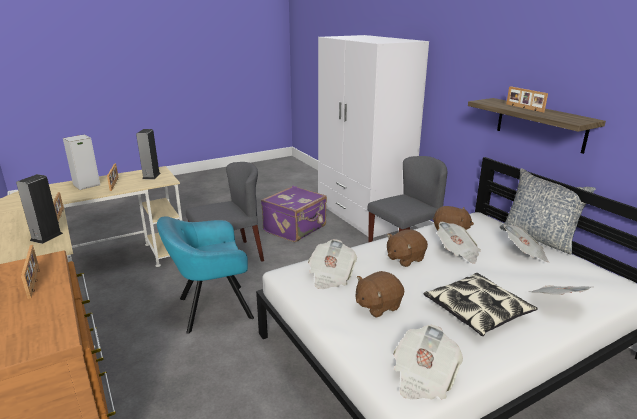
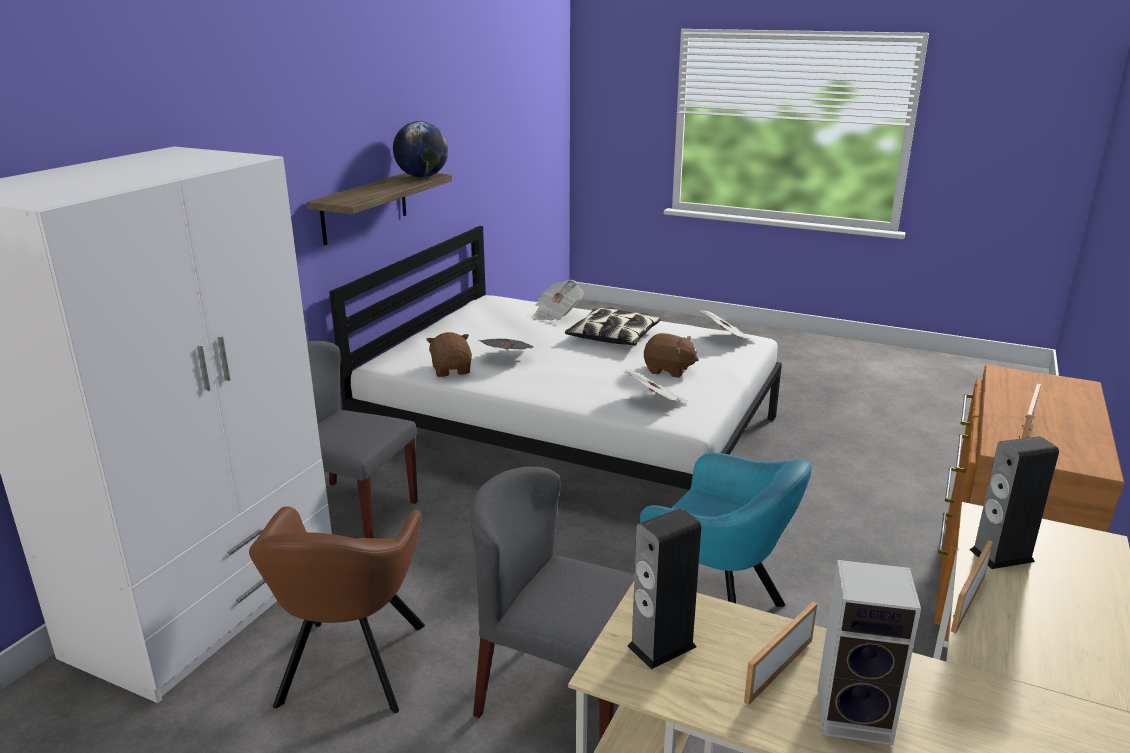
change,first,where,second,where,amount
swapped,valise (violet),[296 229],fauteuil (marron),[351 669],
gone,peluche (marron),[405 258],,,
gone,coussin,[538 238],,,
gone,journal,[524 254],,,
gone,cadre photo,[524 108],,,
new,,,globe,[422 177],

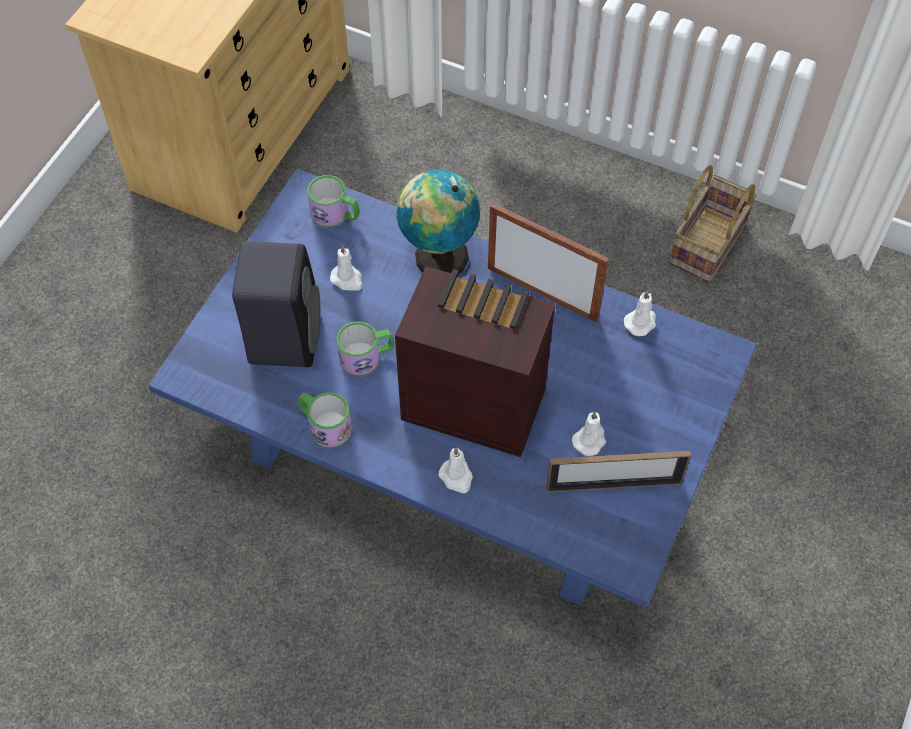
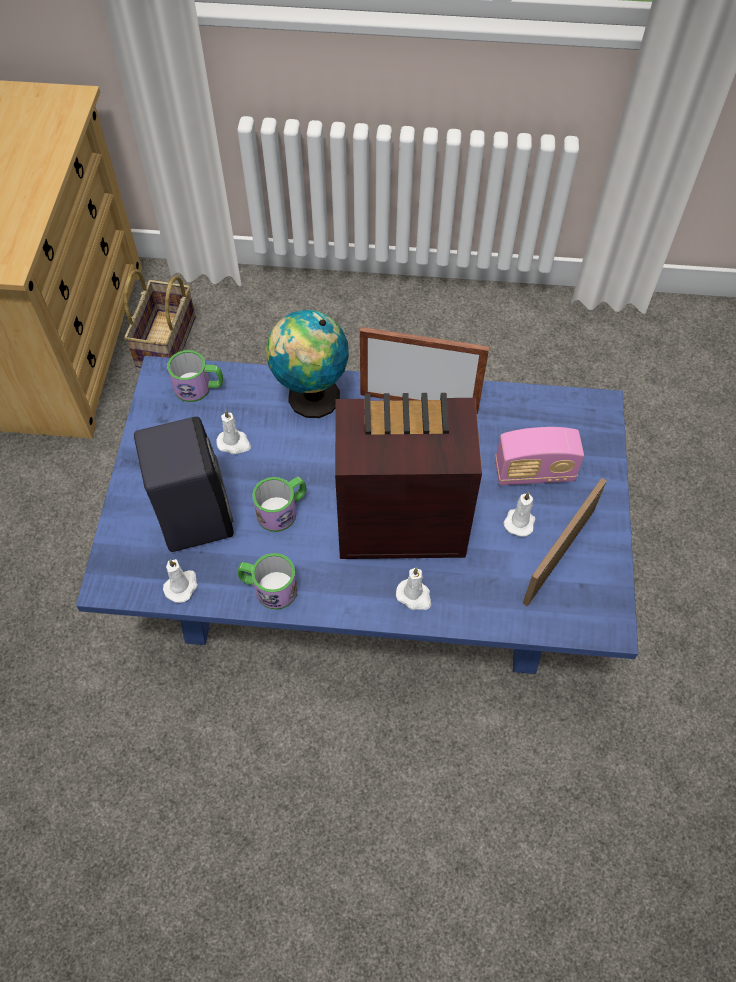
change,first,where,second,where,amount
rotated,cadre photo,[613 485],,[559 556],150 degrees clockwise
shifted,bougie (blanc),[641 322],,[182 586],
shifted,panier,[708 246],,[167 343],
new,,,radio,[534 472],

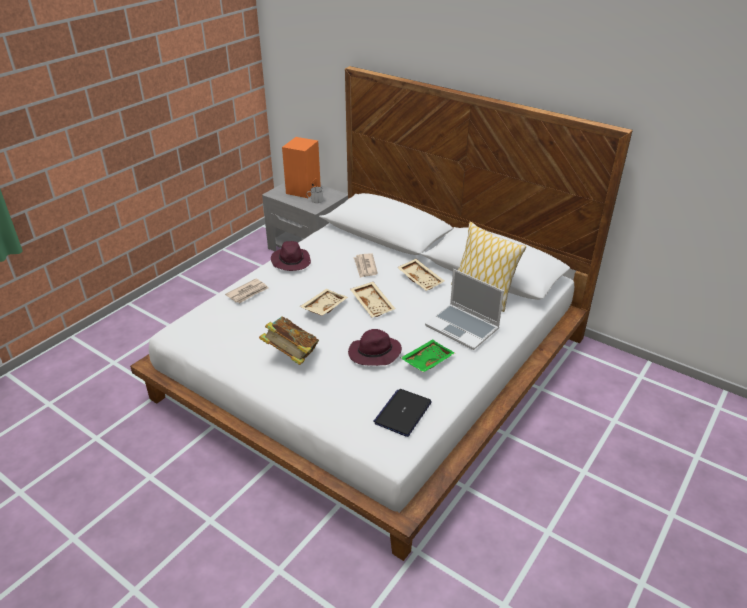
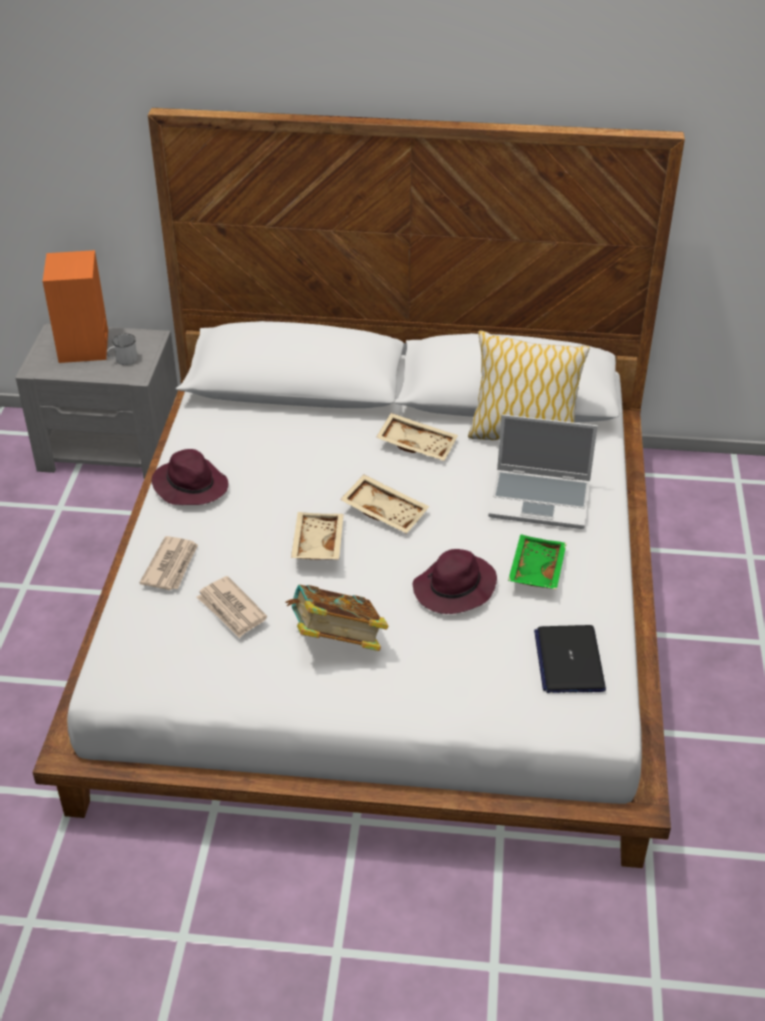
change,first,where,second,where,amount
shifted,journal,[365 267],,[231 609],

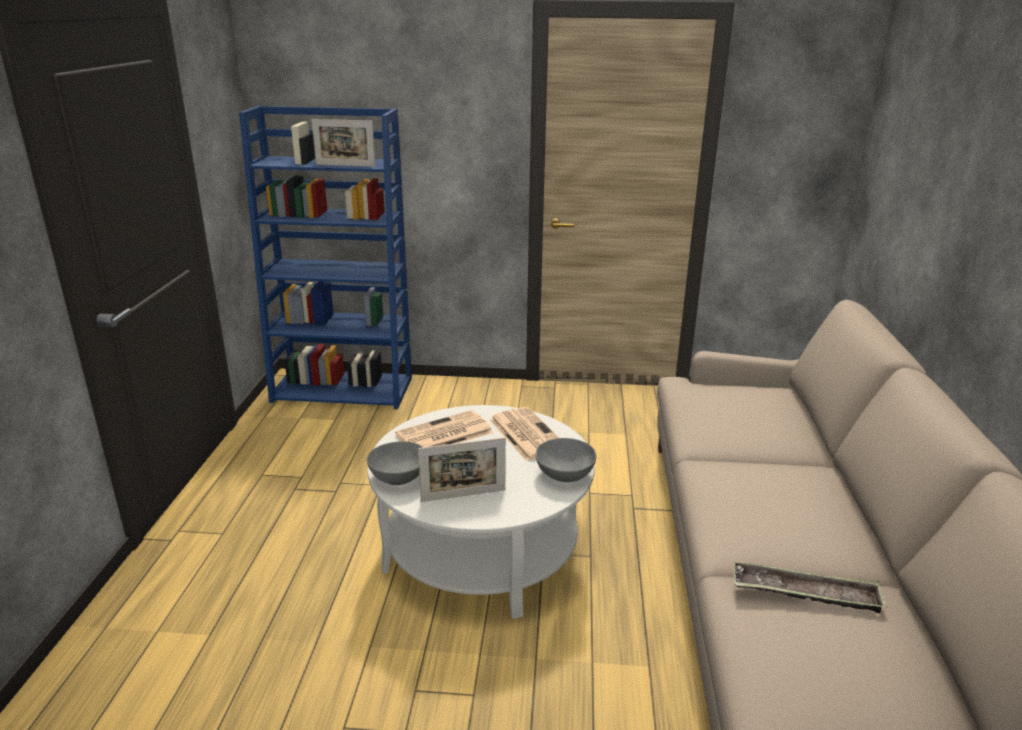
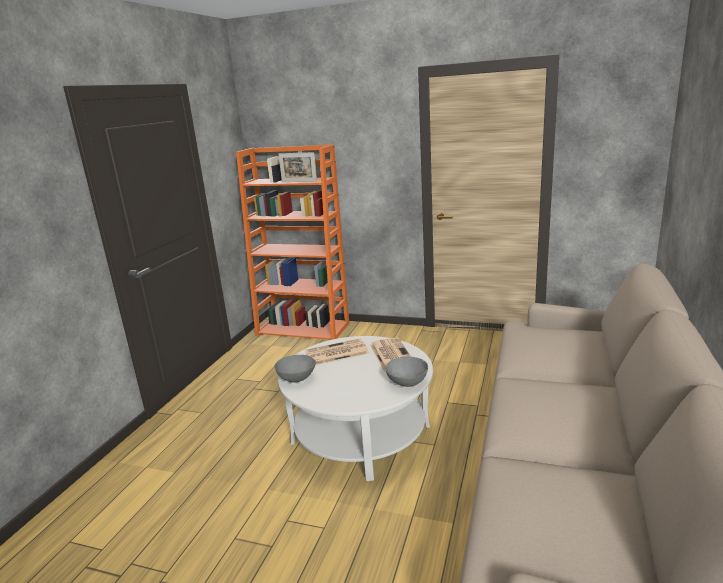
change,first,where,second,where,amount
repainted,bibliothèque (bleu),[344 389],bibliothèque (orange),[304 329],
gone,cadre photo,[463 495],,,
gone,plateau,[805 593],,,

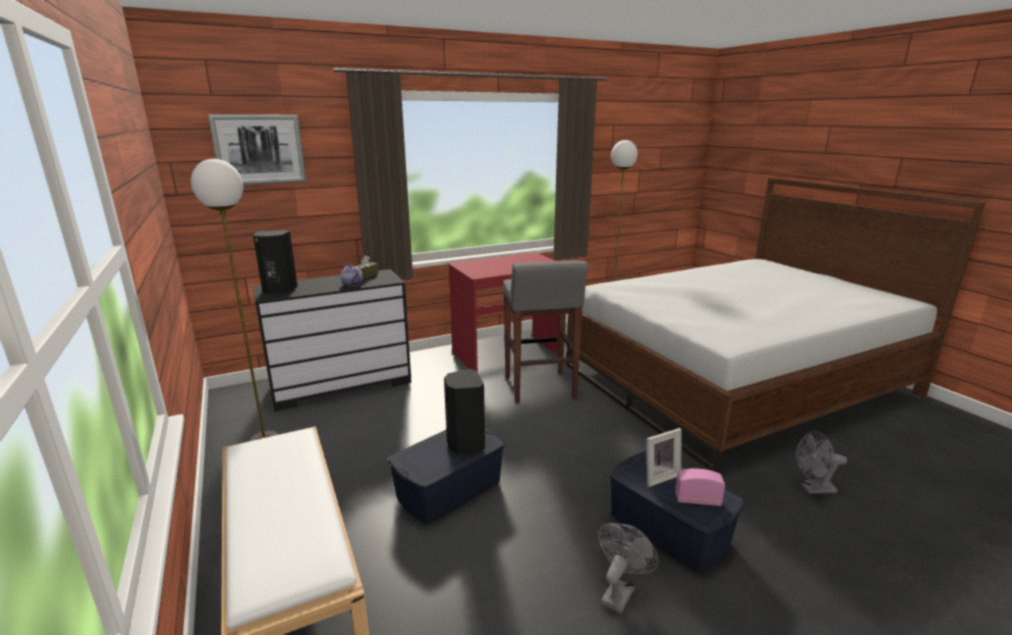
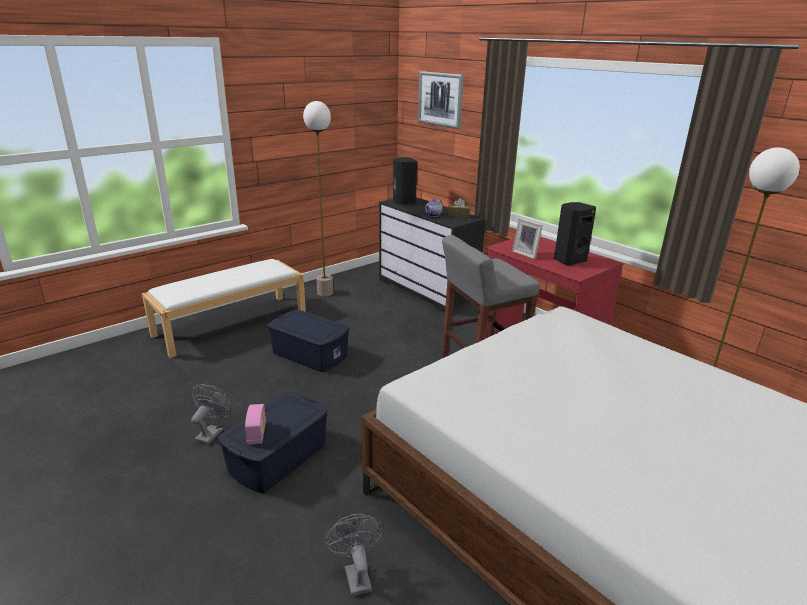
change,first,where,second,where,amount
shifted,enceinte (noir),[465 444],,[569 260],
rotated,ventilateur (gris),[620 591],,[212 432],90 degrees counterclockwise
shifted,cadre photo,[659 476],,[526 254],

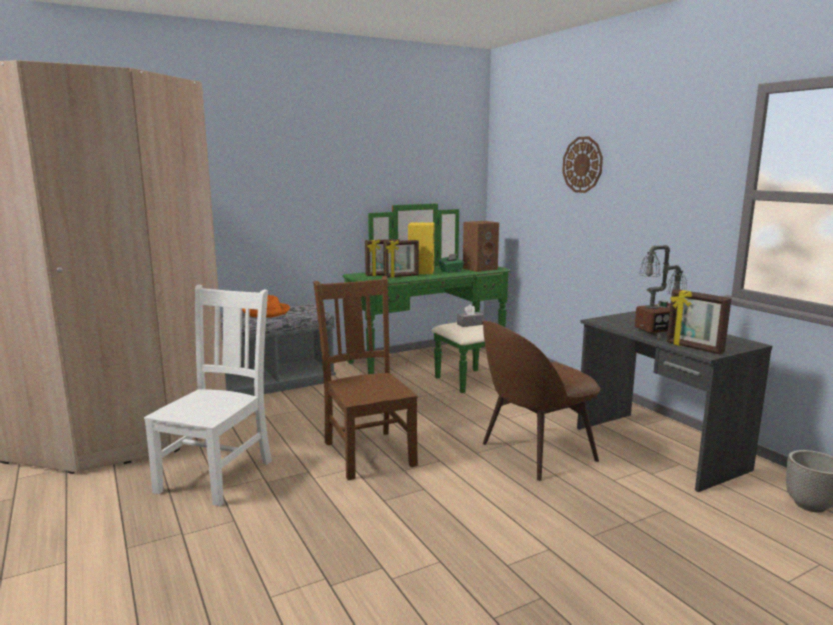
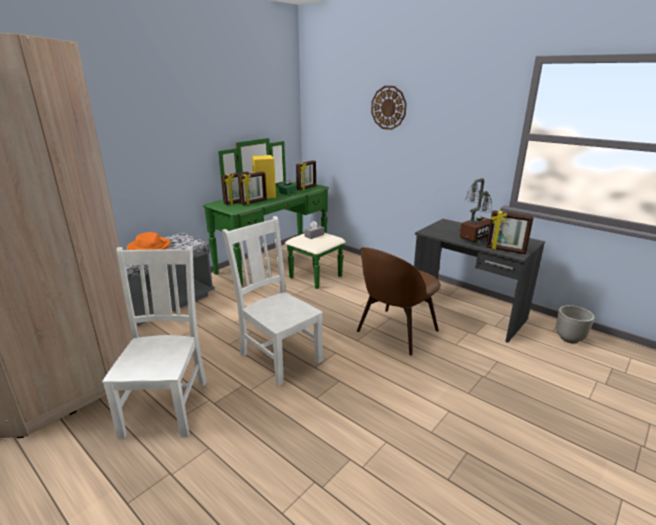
change,first,where,second,where,amount
repainted,chaise (marron),[368 452],chaise (blanc),[279 356],
swapped,enceinte (marron),[480 268],cadre photo,[307 188],

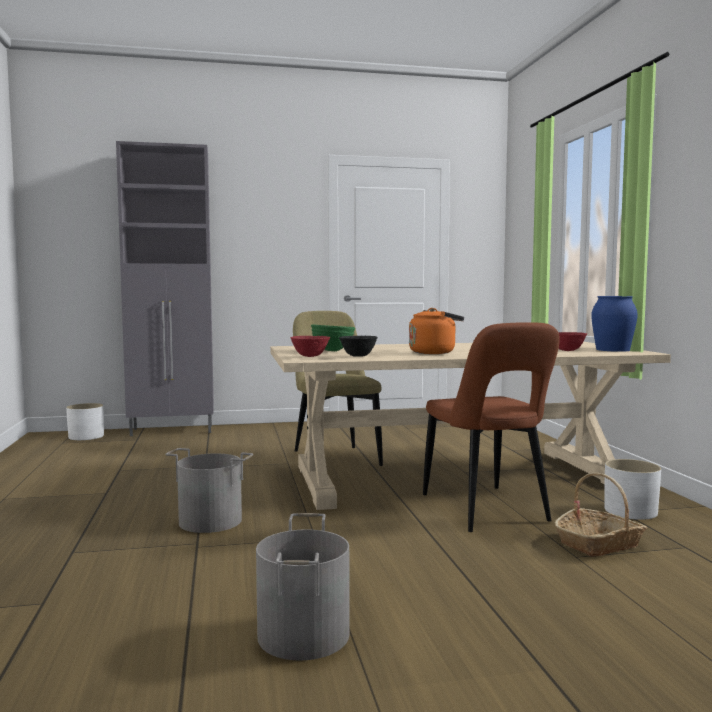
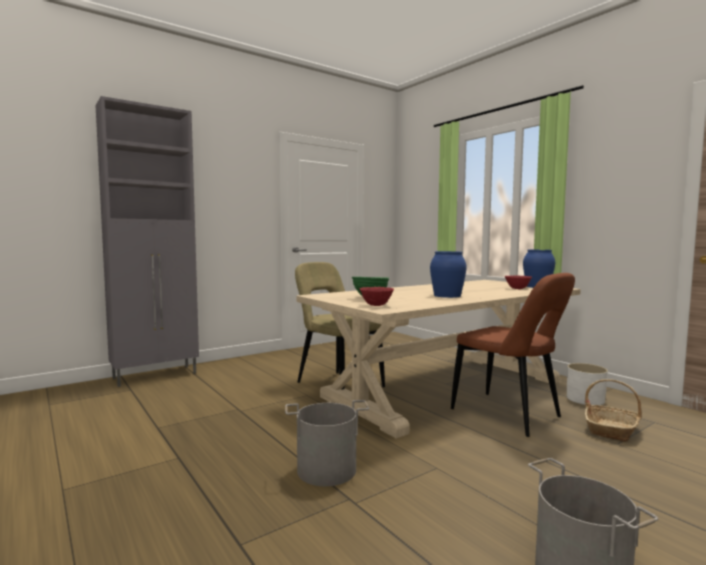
change,first,where,second,where,amount
gone,cache-pot (blanc),[86 436],,,
gone,bol (noir),[357 356],,,
swapped,bouilloire (orange),[434 352],vase (bleu),[447 295],

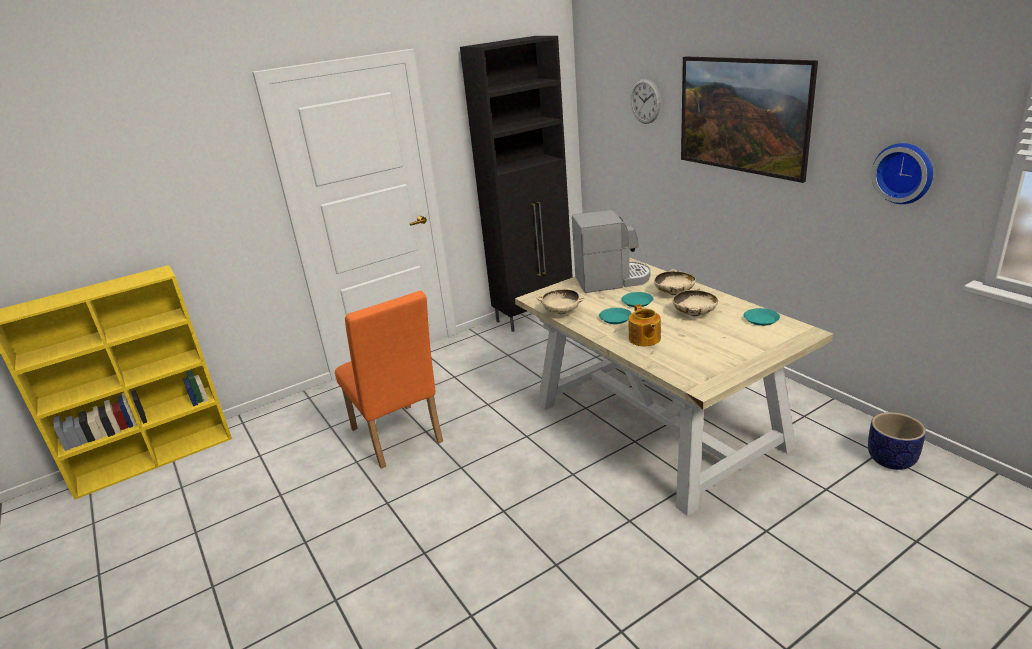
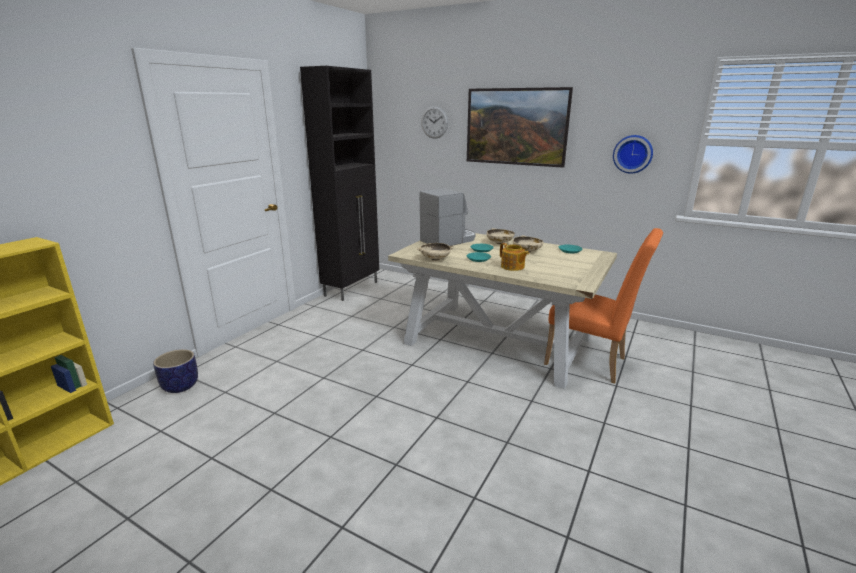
change,first,where,second,where,amount
shifted,chaise (orange),[398 439],,[591 363],
shifted,cache-pot,[891 460],,[180 386],

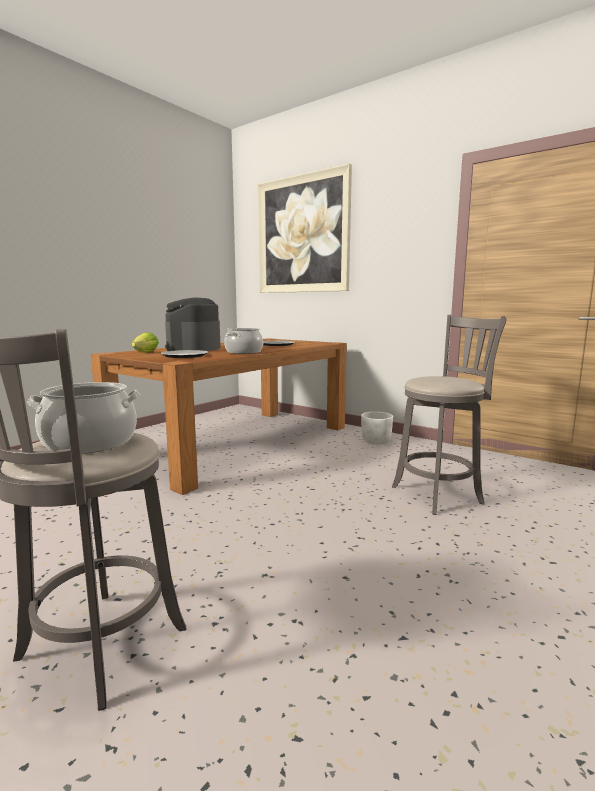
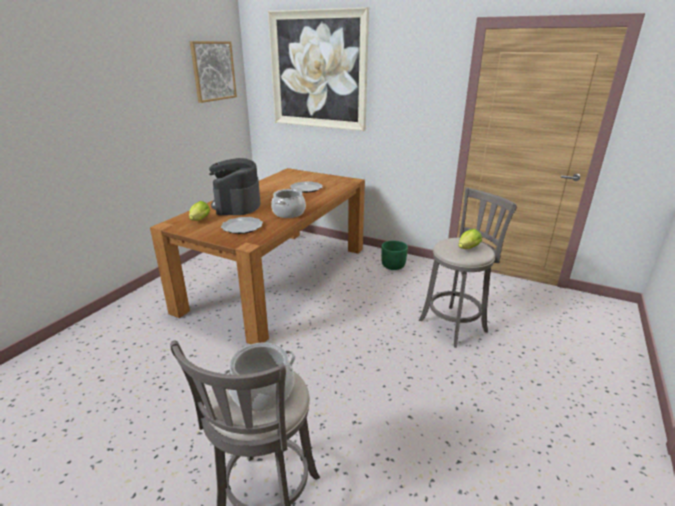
change,first,where,second,where,amount
repainted,cache-pot (blanc),[375 441],cache-pot (vert),[393 266],
new,,,tableau,[213 71],
new,,,laitue,[467 249],

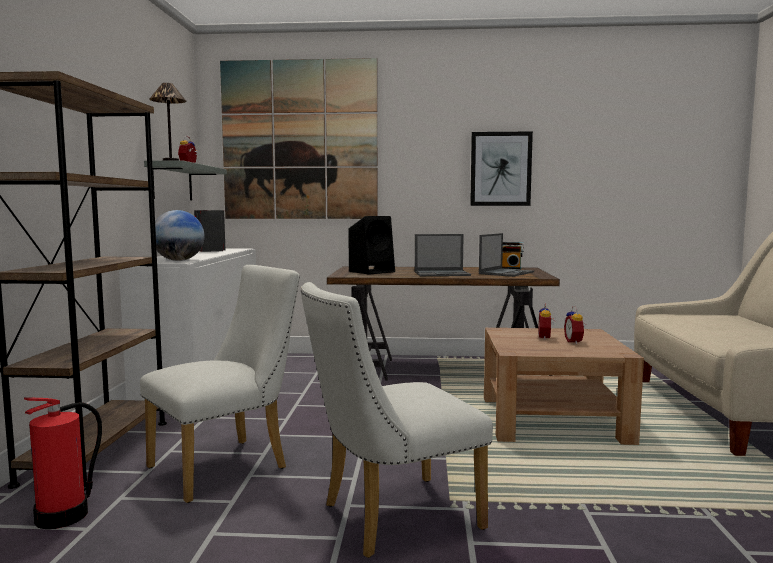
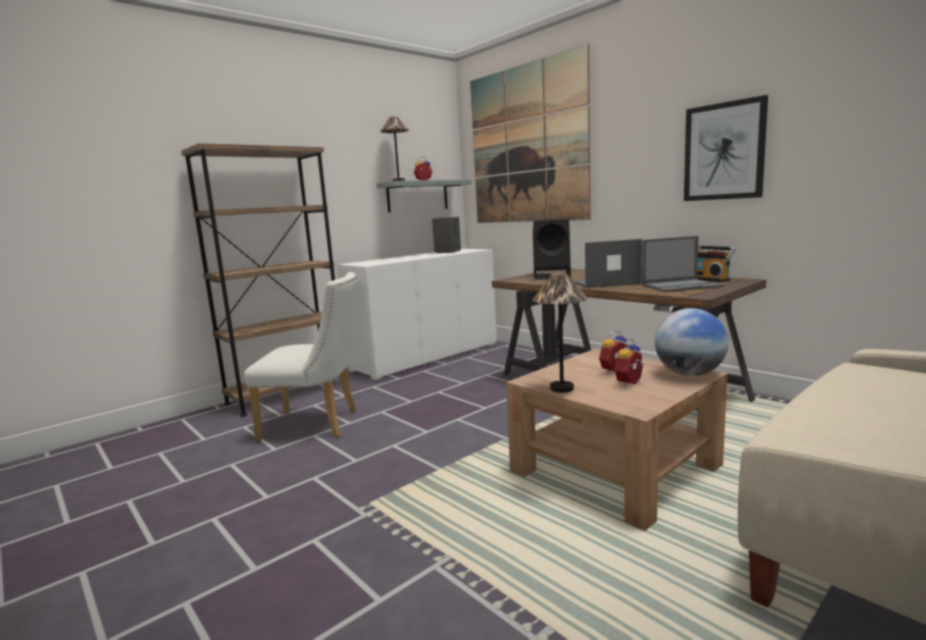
change,first,where,second,where,amount
gone,extincteur,[64 515],,,
shifted,globe,[178 260],,[689 374],
gone,chaise (blanc),[390 518],,,
rotated,ordinateur portable,[442 274],,[605 283],135 degrees clockwise
new,,,lampe de table,[561 388],

